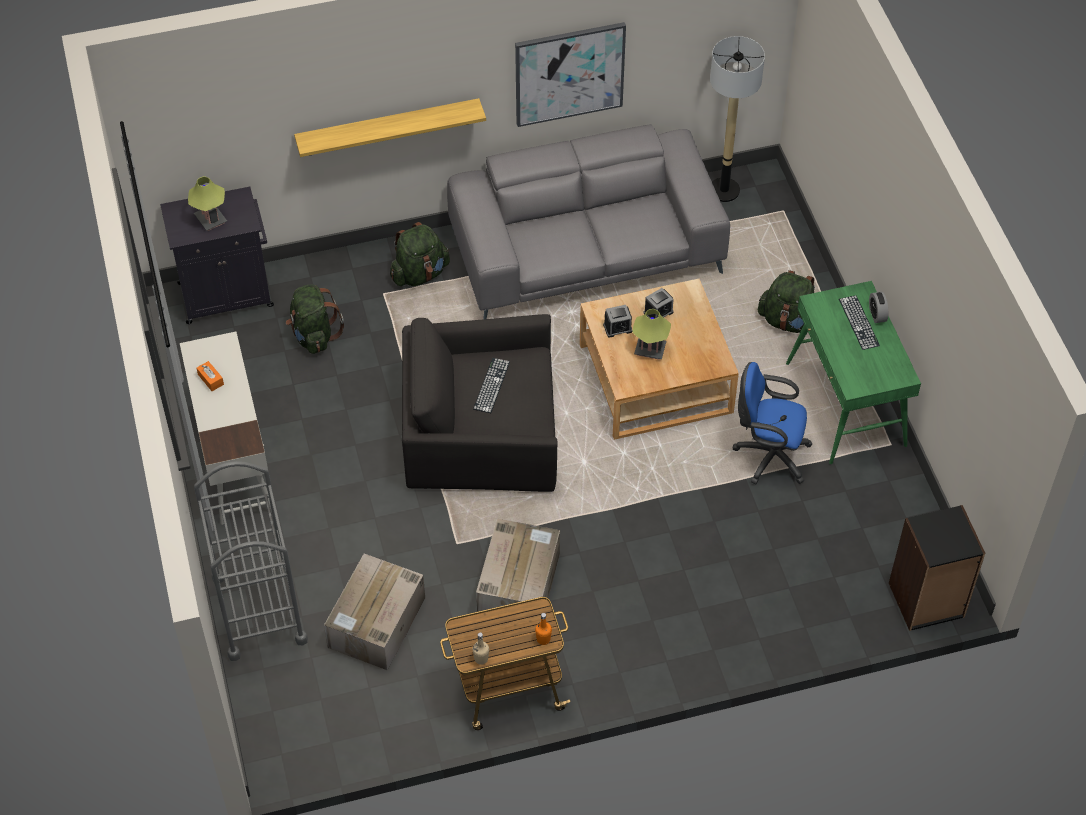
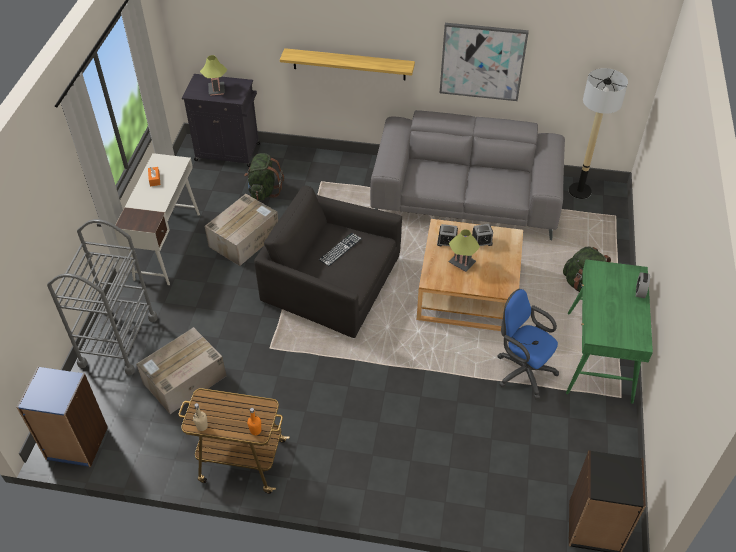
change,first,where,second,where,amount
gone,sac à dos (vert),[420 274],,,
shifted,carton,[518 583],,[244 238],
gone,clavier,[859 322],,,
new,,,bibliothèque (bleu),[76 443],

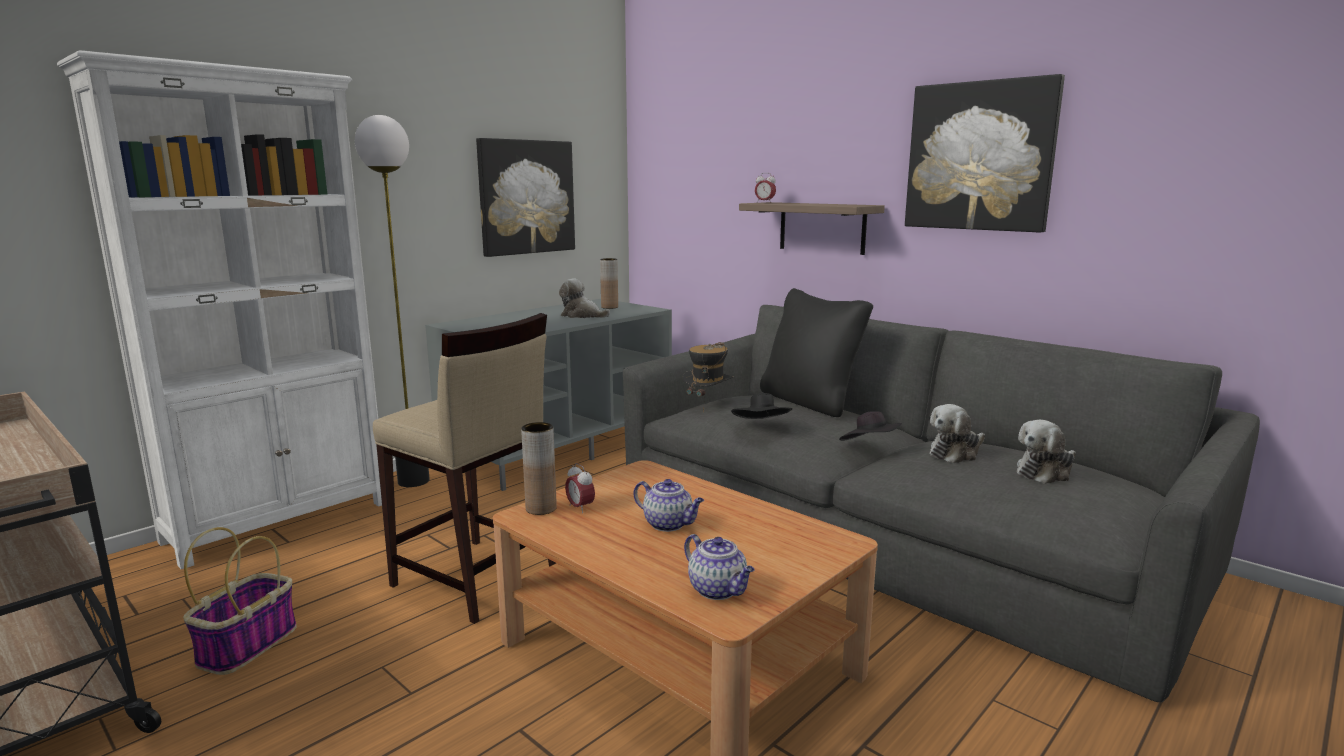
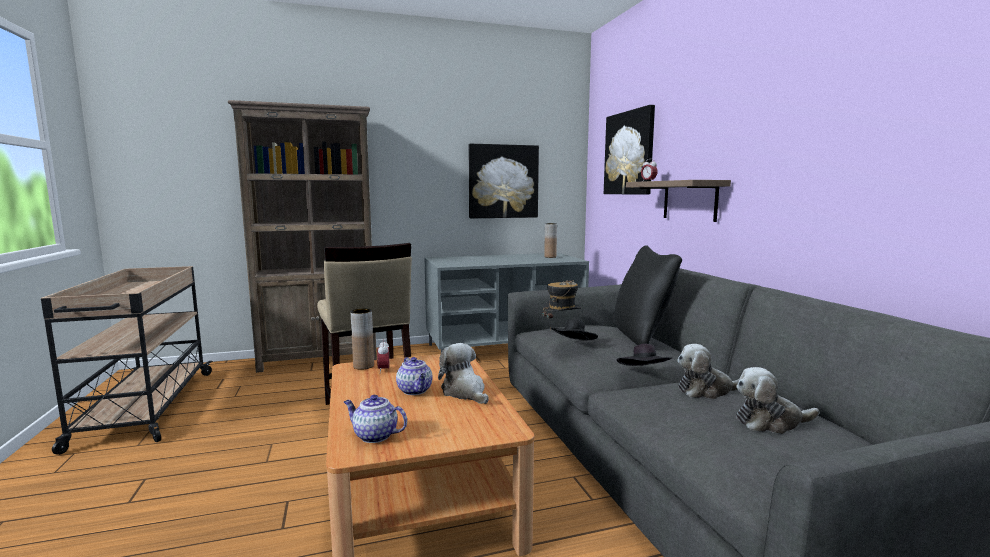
change,first,where,second,where,amount
repainted,bibliothèque (blanc),[281 521],bibliothèque (marron),[320 359],
gone,panier,[248 645],,,
gone,lampadaire,[414 481],,,
shifted,peluche,[582 315],,[465 392],
rotated,théière,[719 590],,[374 436],120 degrees clockwise
shifted,tableau,[980 156],,[629 153],

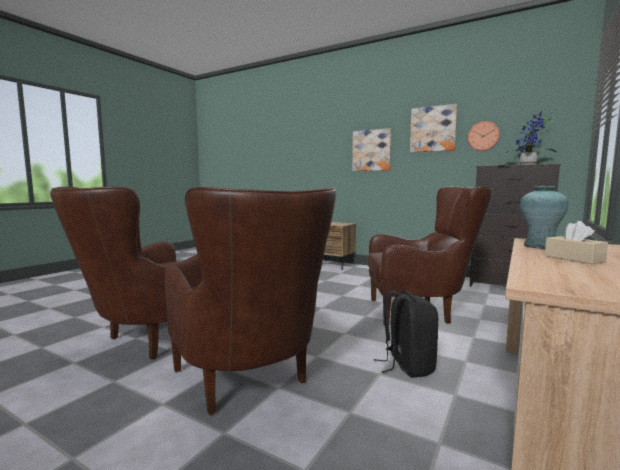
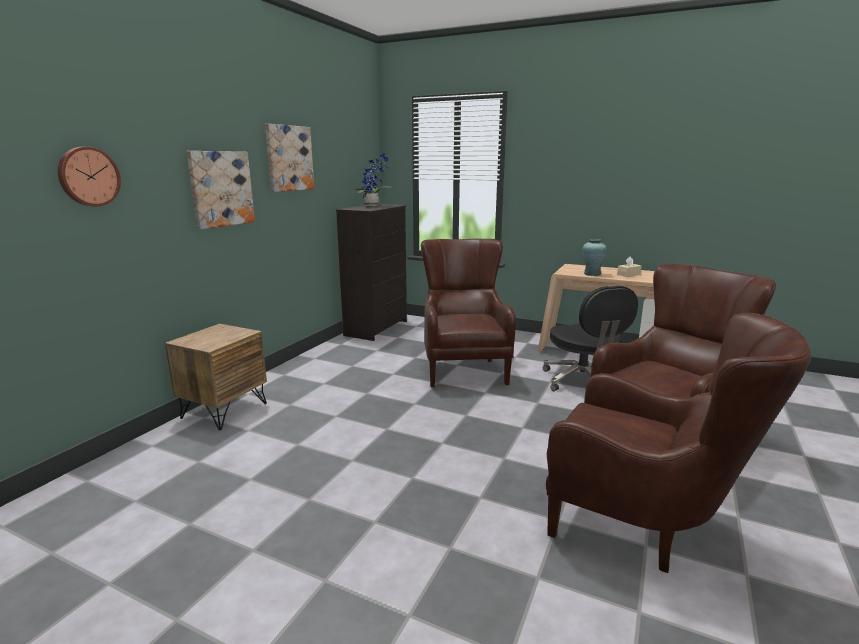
change,first,where,second,where,amount
swapped,sac à dos (noir),[407 366],chaise de bureau (noir),[583 382],
shifted,horloge murale,[483 136],,[88 176],

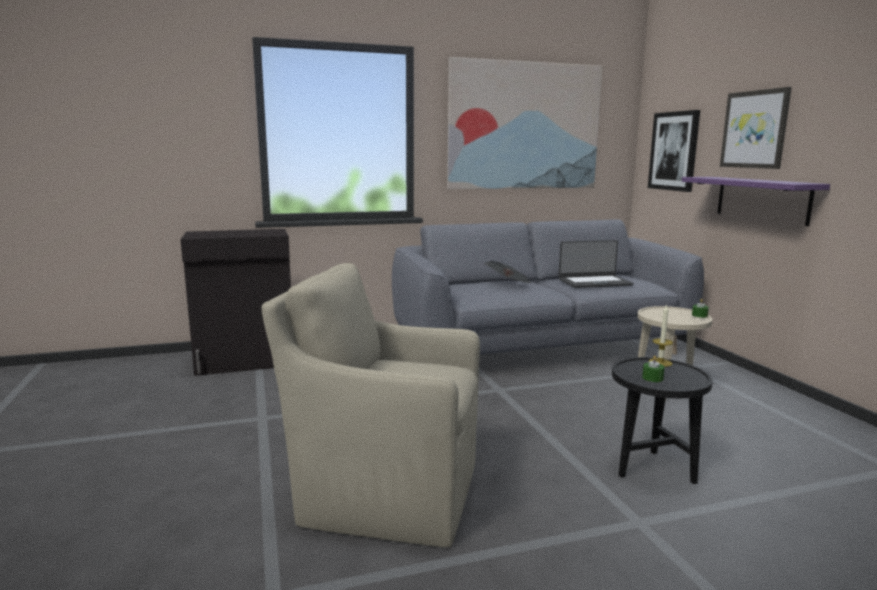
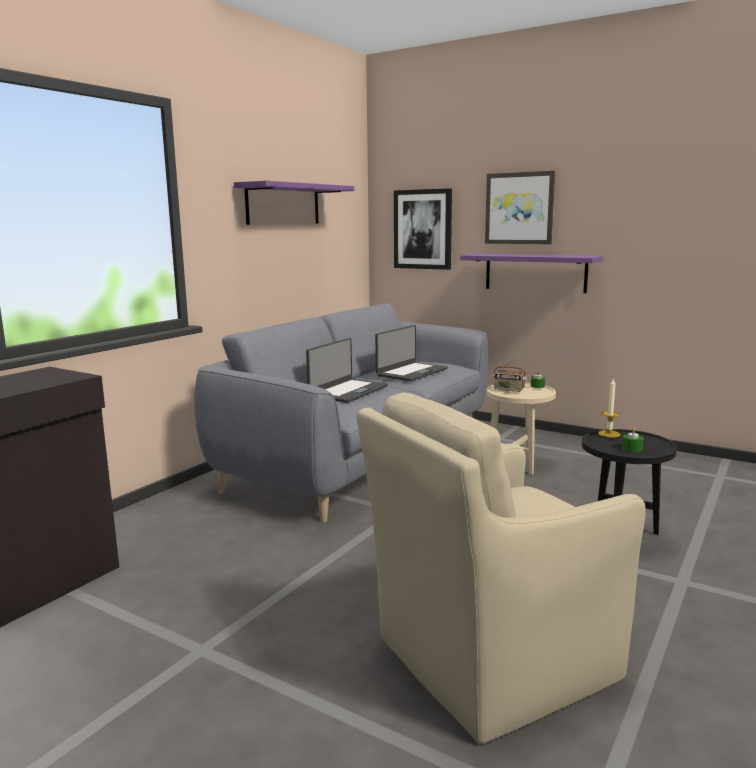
change,first,where,second,where,amount
swapped,tableau,[524 126],étagère (violet),[283 204],
swapped,journal,[509 285],ordinateur portable,[347 391],
new,,,radio,[508 390],

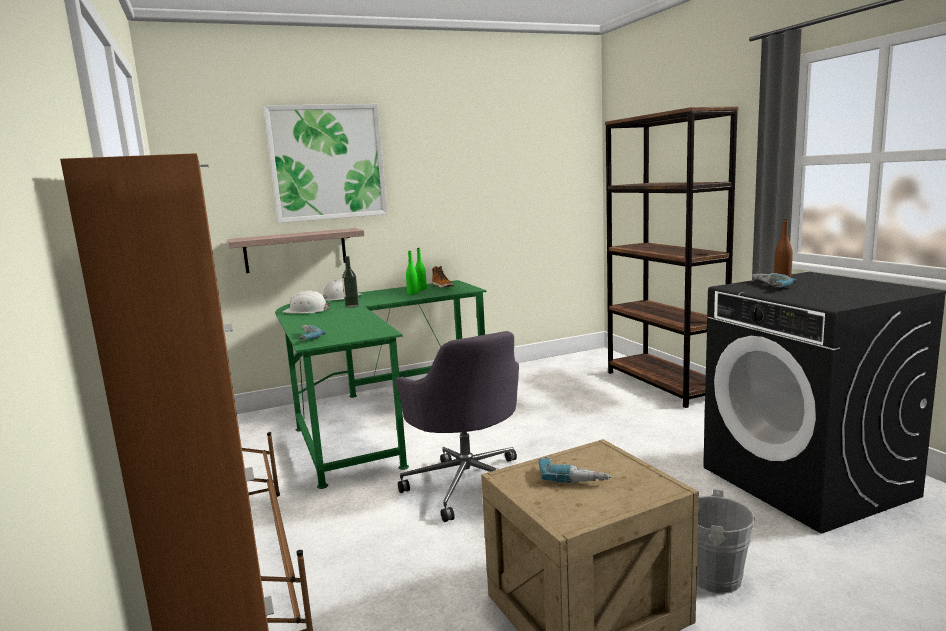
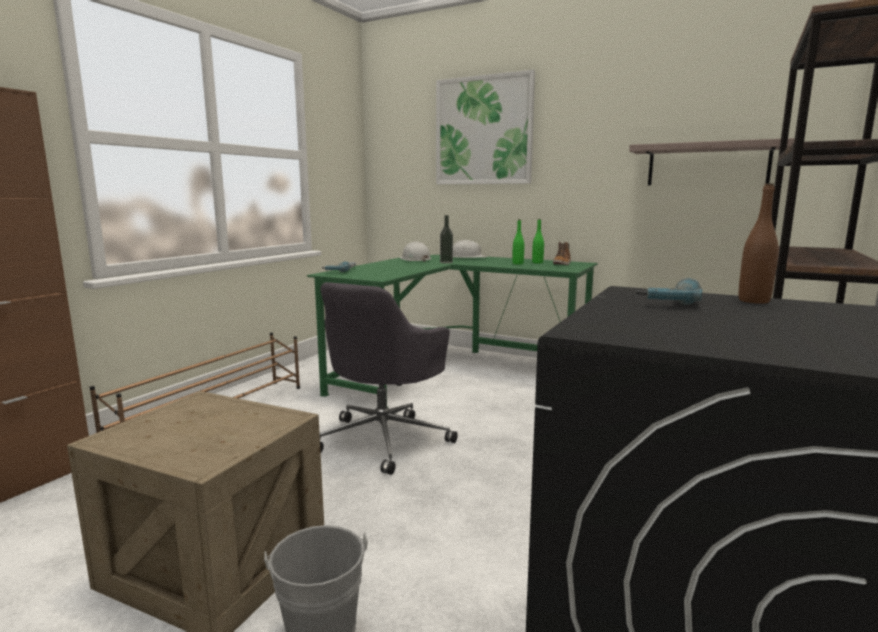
change,first,where,second,where,amount
shifted,étagère,[295 250],,[707 165],
gone,perceuse,[573 476],,,

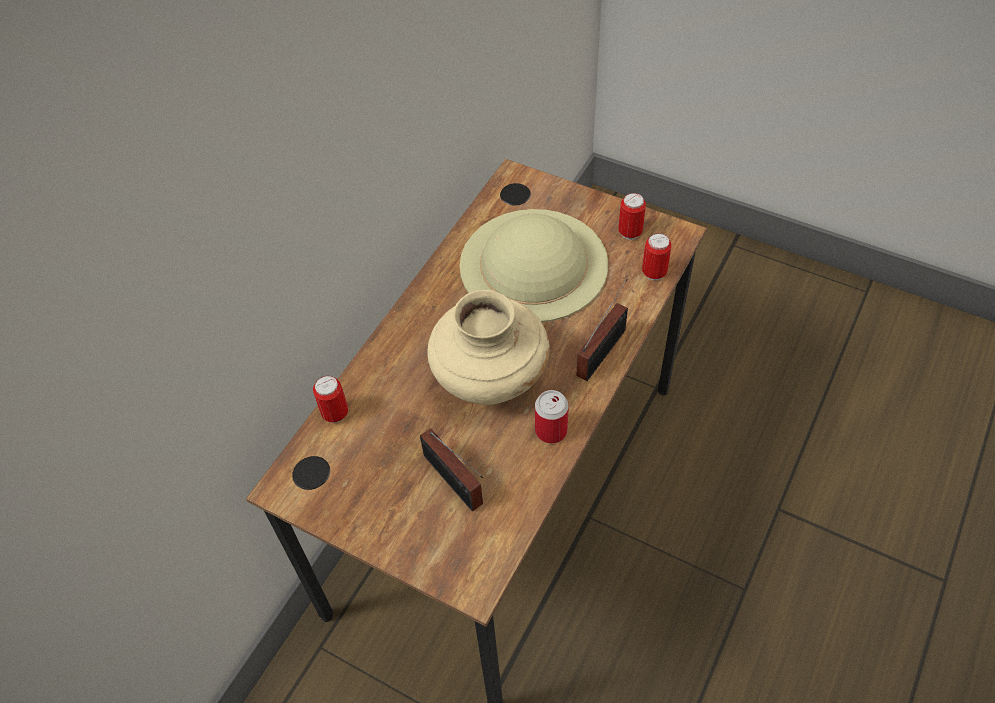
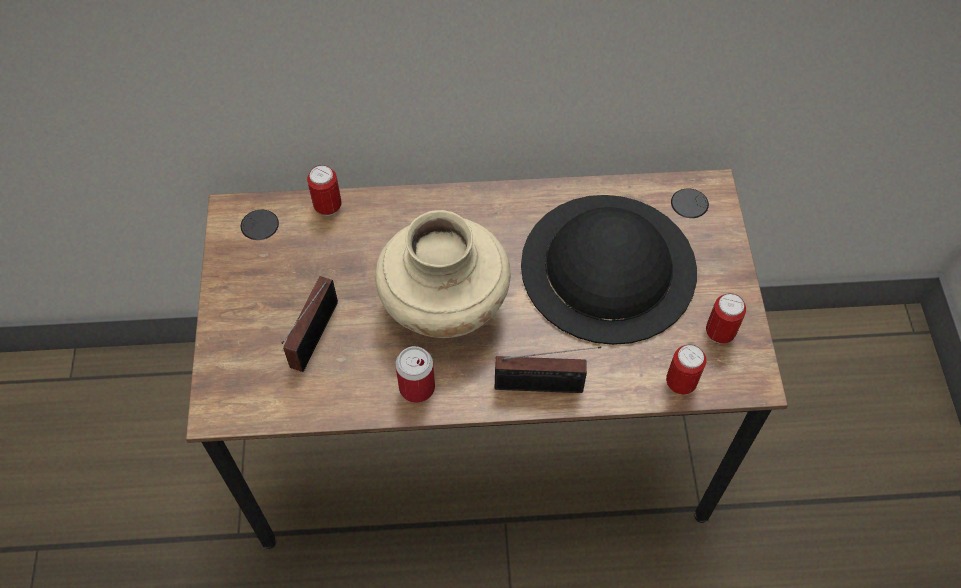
change,first,where,second,where,amount
repainted,chapeau (beige),[533 264],chapeau (noir),[608 267],

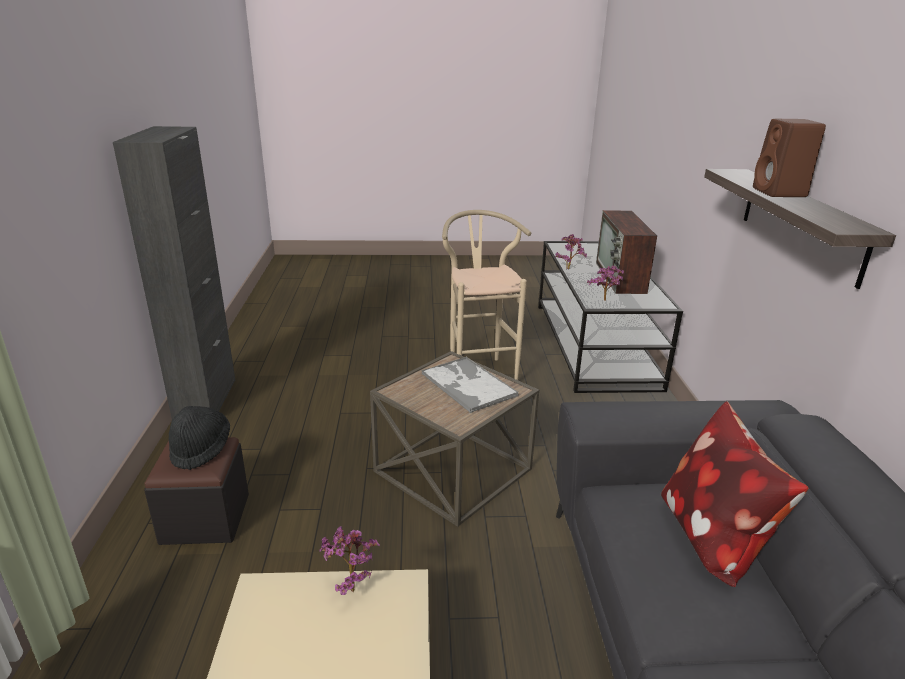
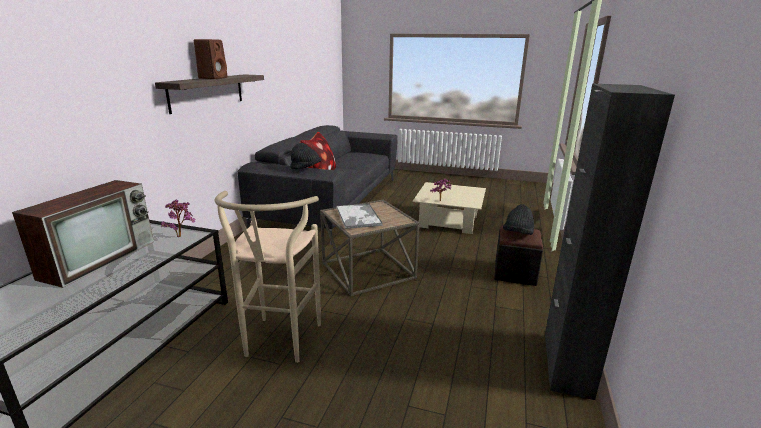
change,first,where,second,where,amount
gone,plante en pot,[569 268],,,
new,,,chapeau (noir),[306 169],

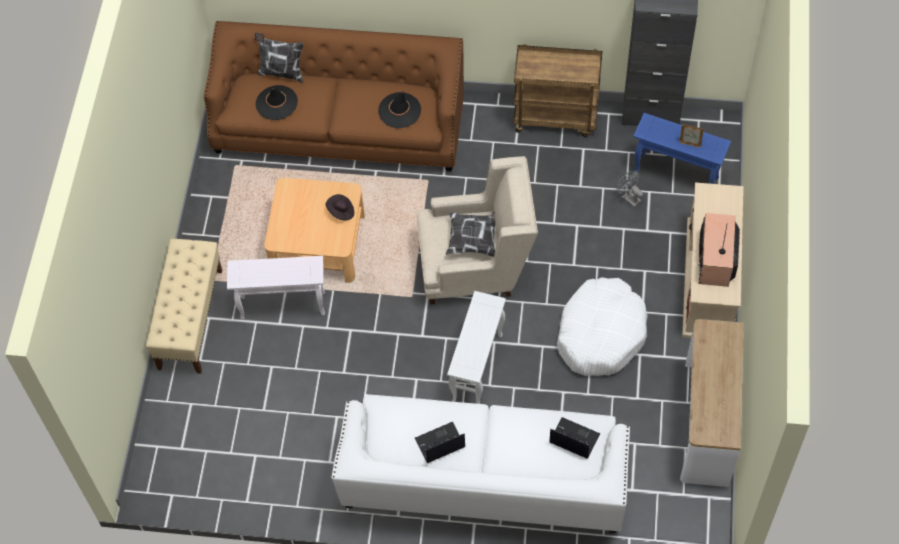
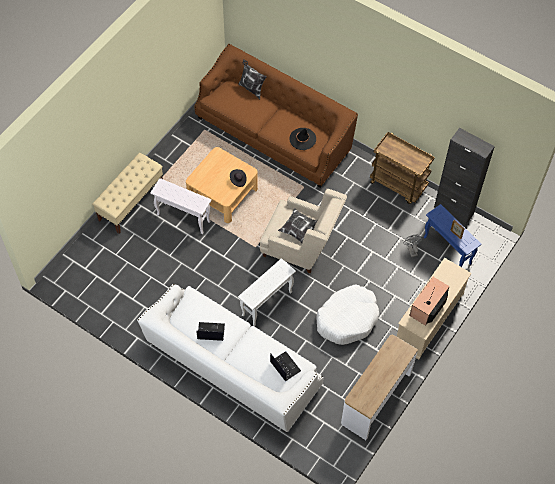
change,first,where,second,where,amount
gone,chapeau (noir),[276 103],,,

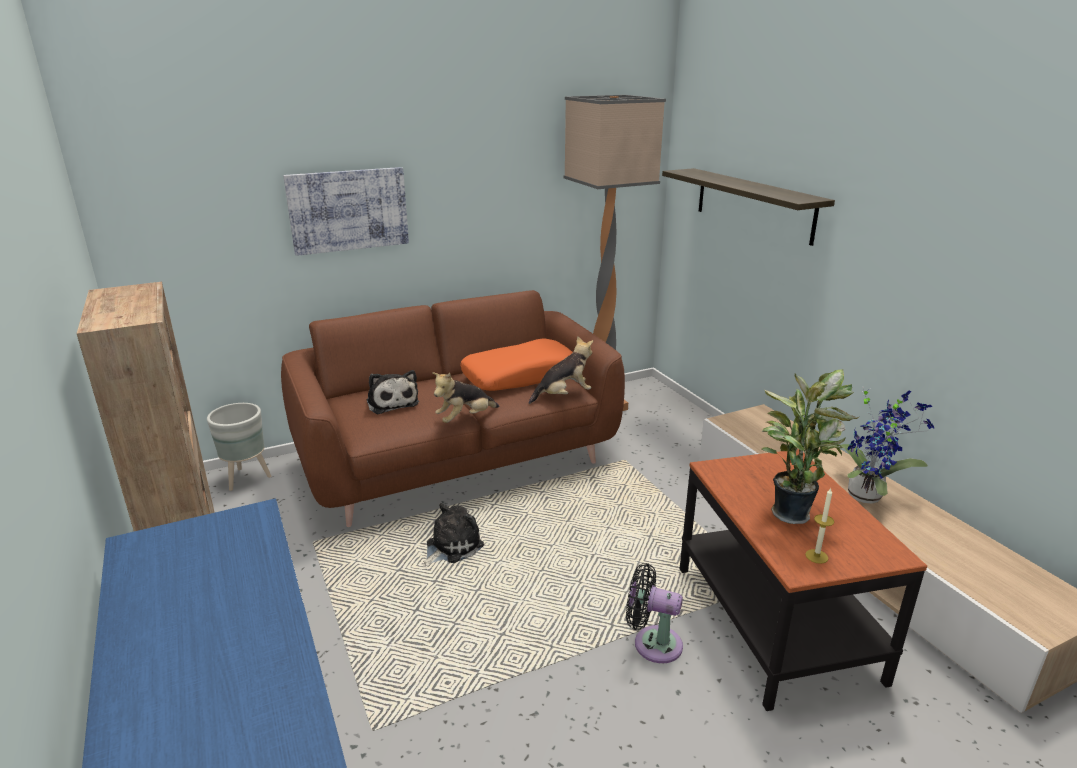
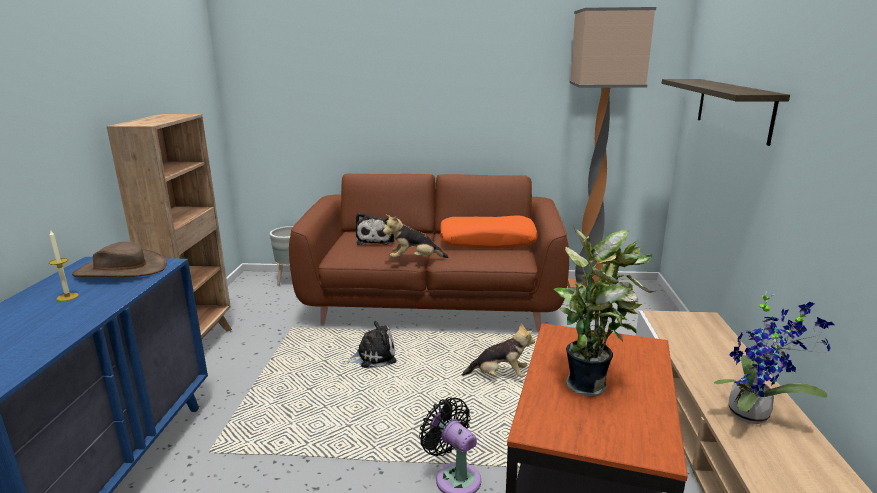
change,first,where,second,where,amount
gone,tableau,[348 210],,,
shifted,peluche,[563 395],,[499 376],
shifted,bougie,[816 556],,[67 297],
new,,,chapeau (marron),[121 270],

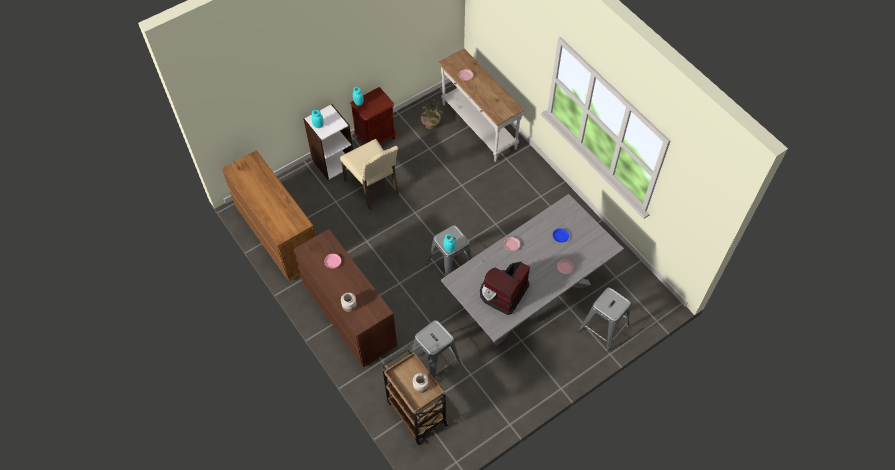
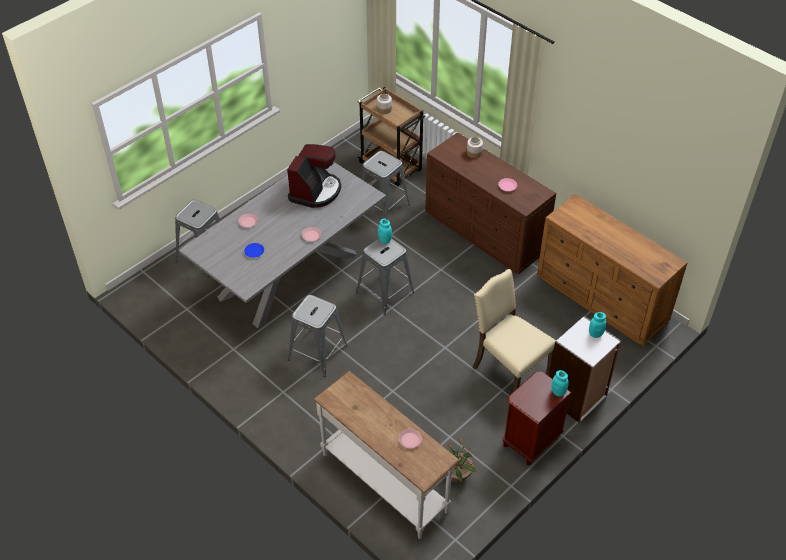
change,first,where,second,where,amount
new,,,tabouret (gris),[317 353],

